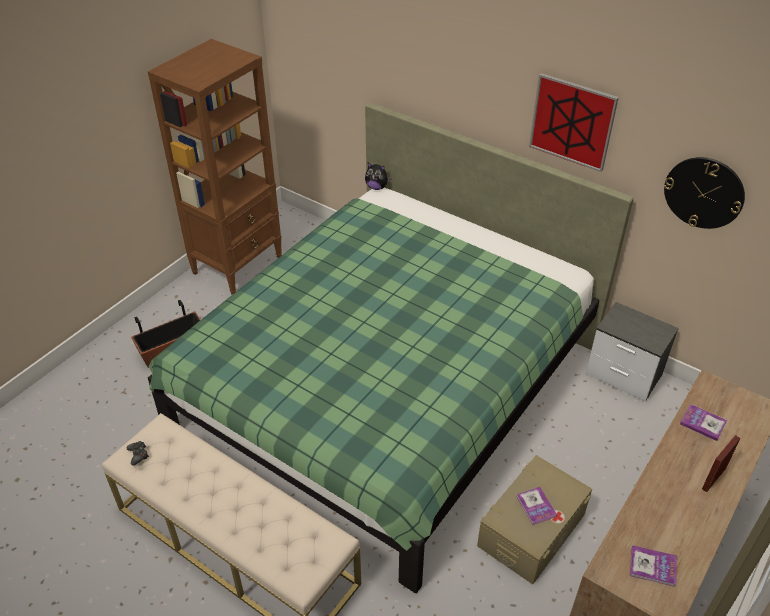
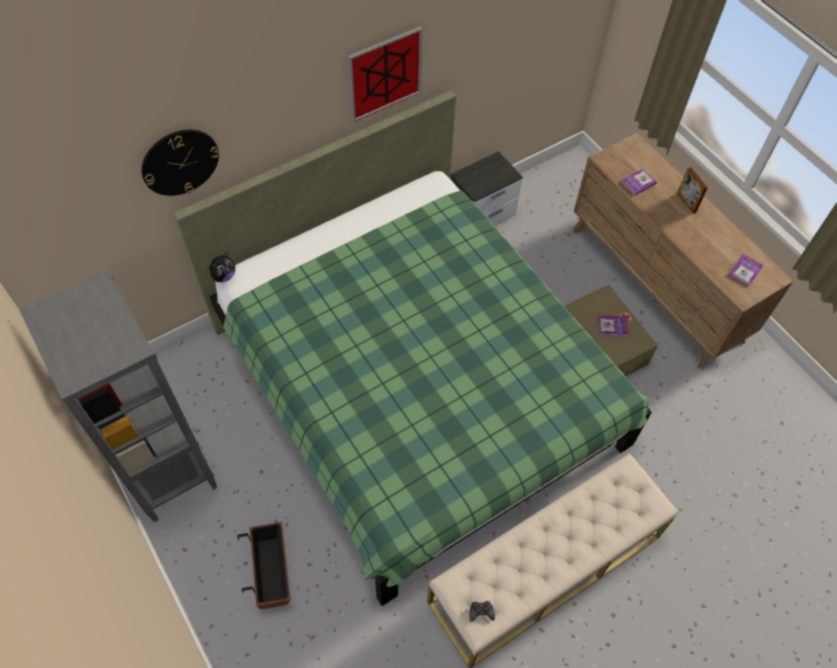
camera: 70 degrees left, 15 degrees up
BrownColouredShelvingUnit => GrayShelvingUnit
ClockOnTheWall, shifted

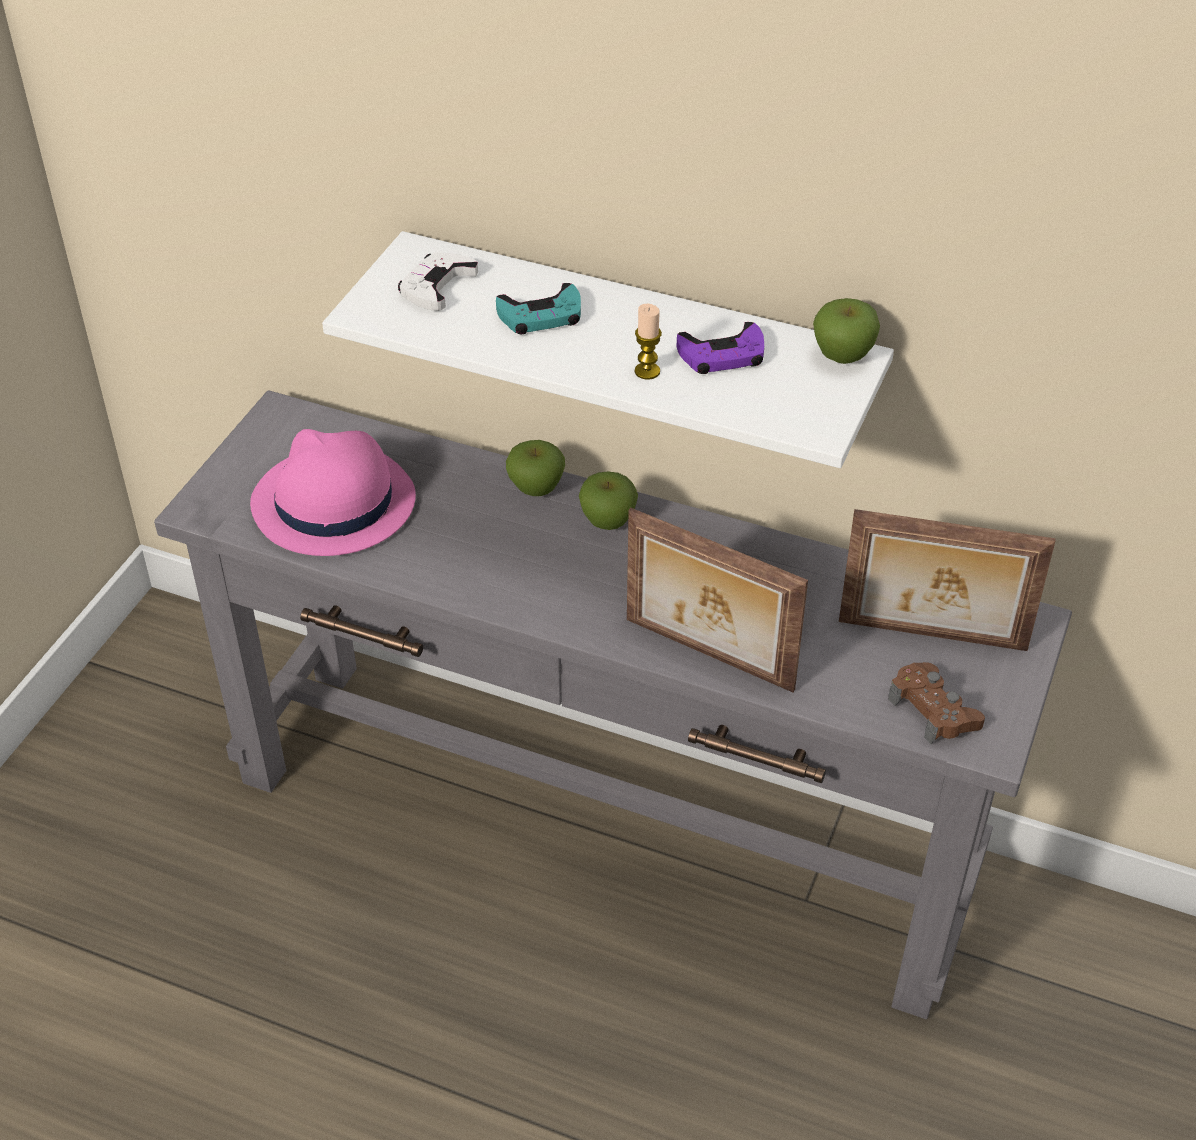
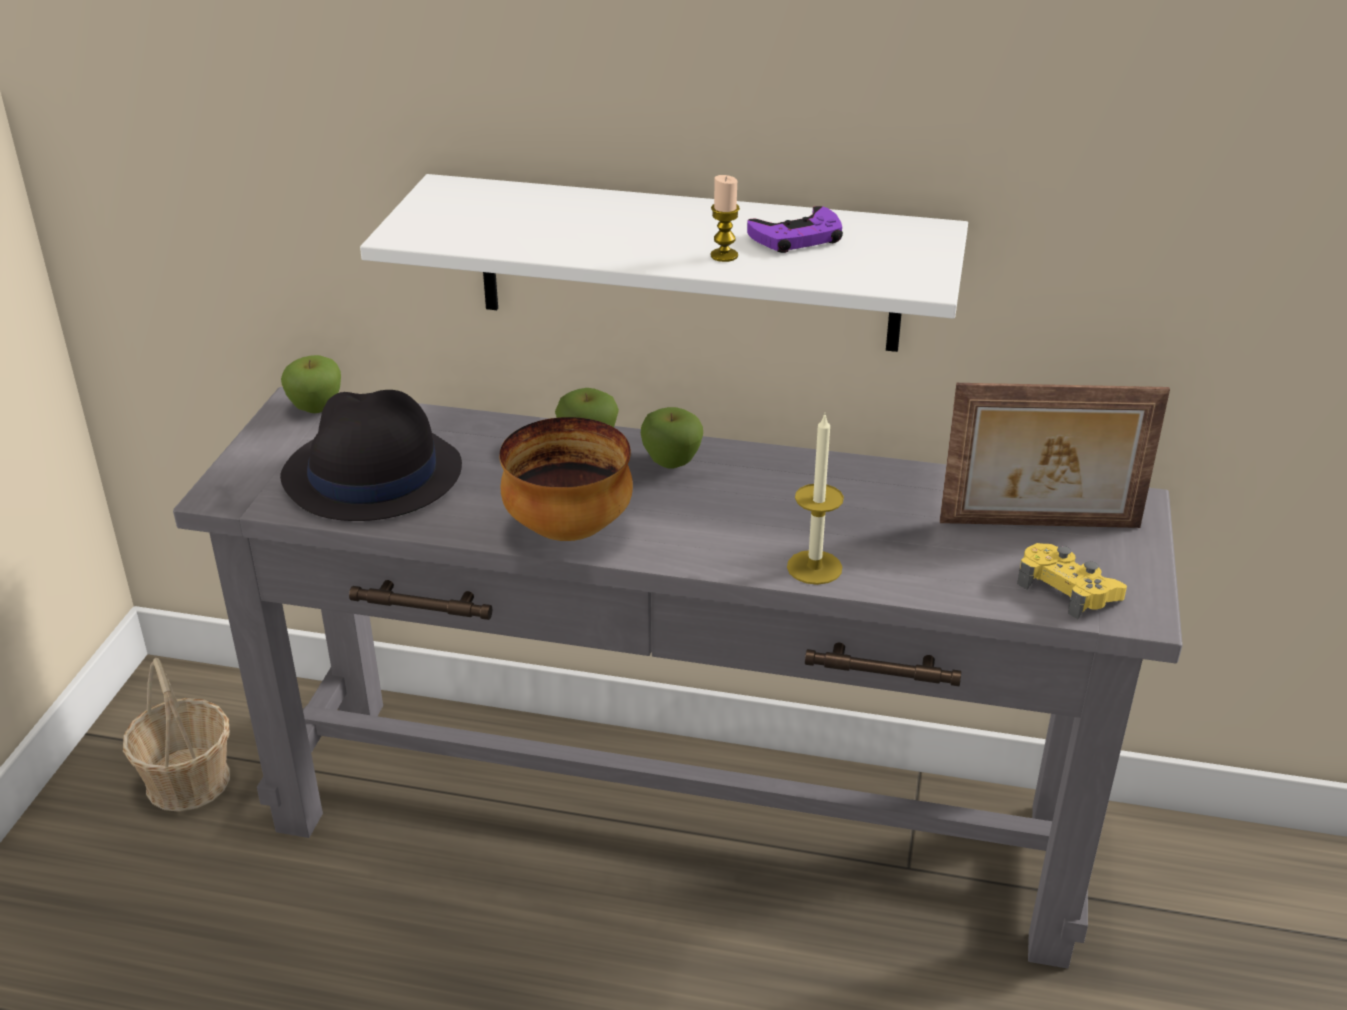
camera: 10 degrees left, 10 degrees down
PinkColouredHat => BlackColouredHat
WhitishJoypad => nothing
BlueGreenJoypad => nothing
PhotoFrame (no. 1 from left) => Candle (no. 2 from left)
WholeApple (no. 3 from left in the first image) => WholeApple (no. 1 from left), shifted
BrownColouredJoypad => YellowColouredJoypad
nothing => StorageBasket
nothing => DeepDish

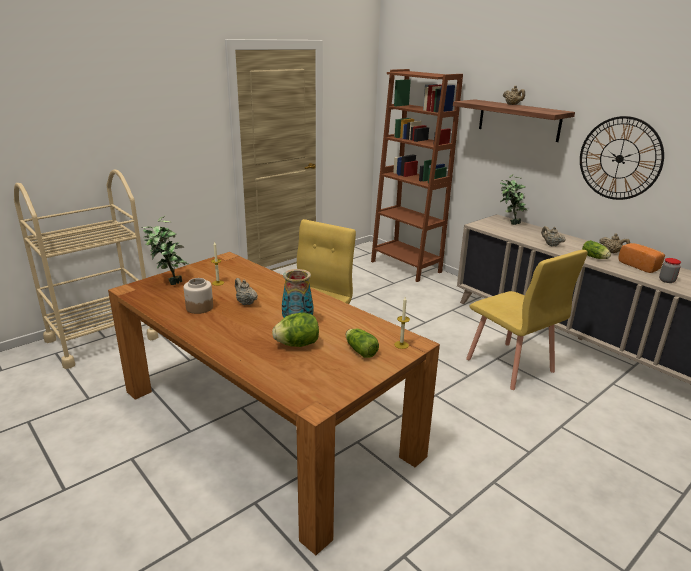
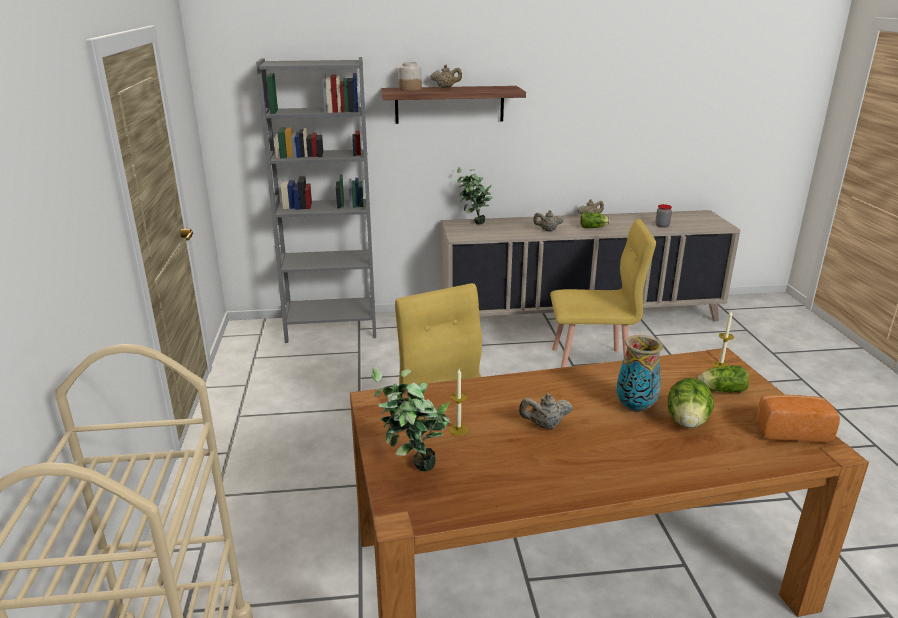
camera: 55 degrees left, 0 degrees up
Jar (no. 1 from left), shifted
BrownColouredShelvingUnit => GrayShelvingUnit
ClockOnTheWall => nothing
BakedBread, shifted

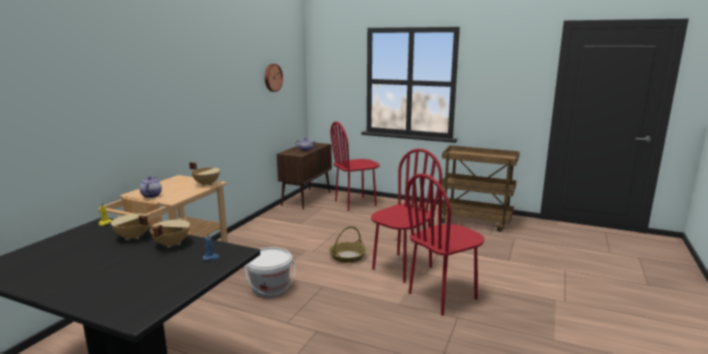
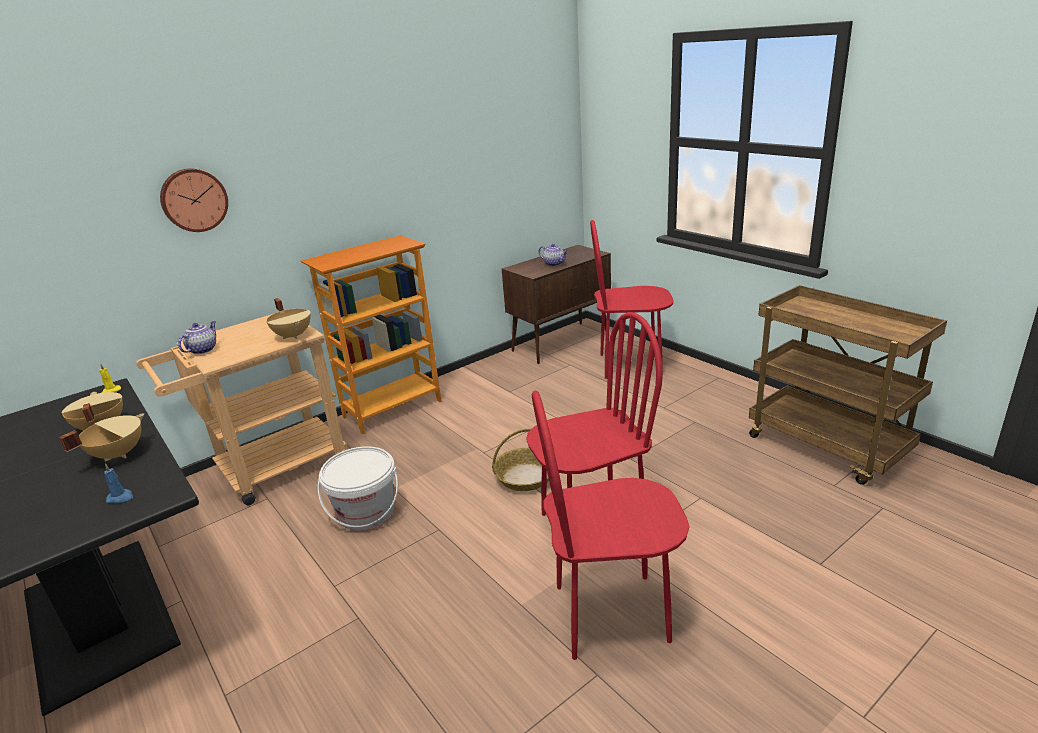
camera: 30 degrees right, 10 degrees up
ClockOnTheWall, shifted
nothing => ShelvingUnit

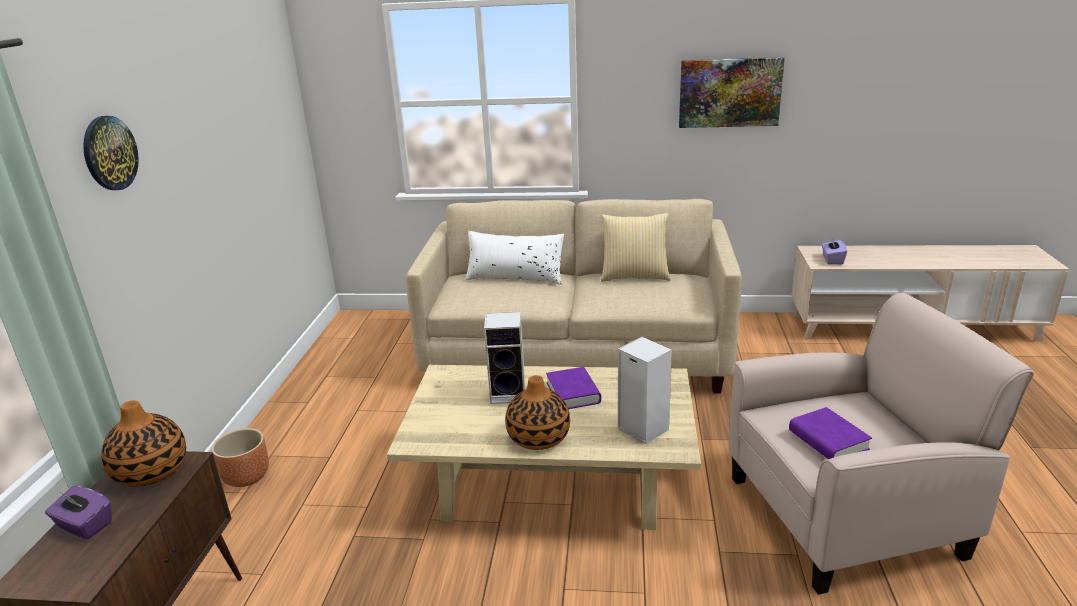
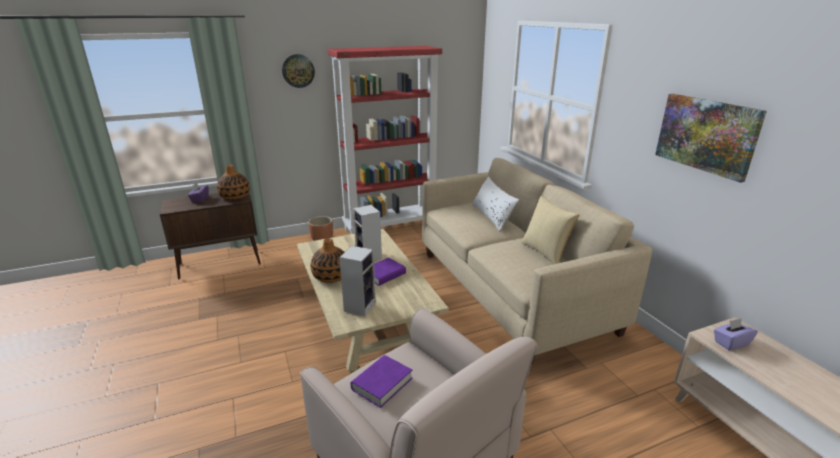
camera: 60 degrees right, 0 degrees up
nothing => RedShelvingUnit

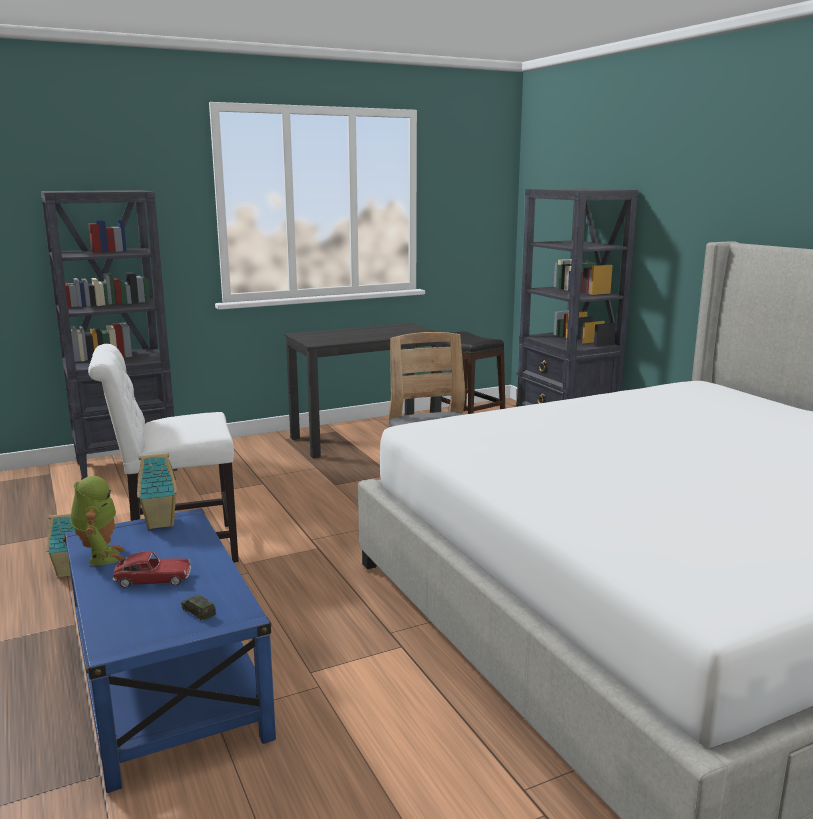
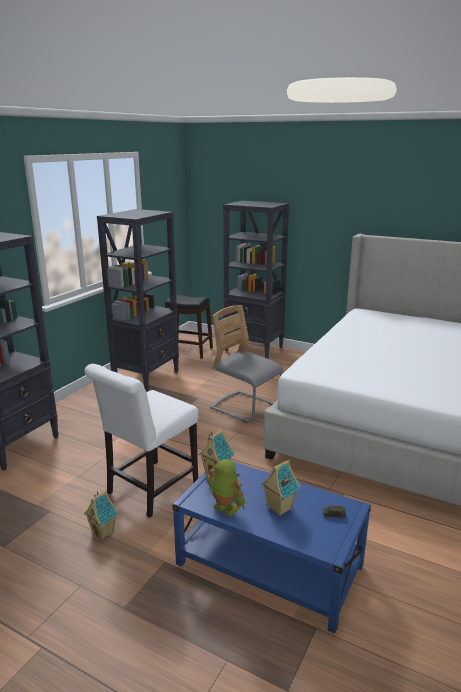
camera: 35 degrees left, 5 degrees up
MiniatureCar (no. 1 from left) => MiniatureHouse (no. 3 from left)
BlackColouredDeskUnit => BlackColouredShelvingUnit (no. 2 from left)

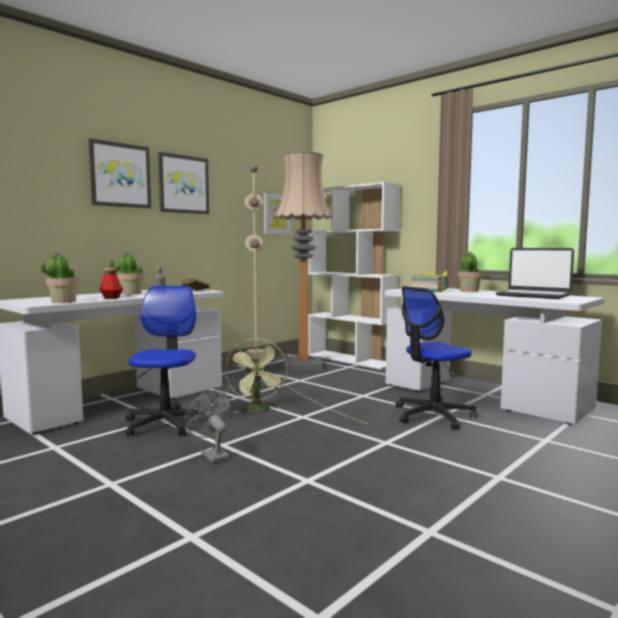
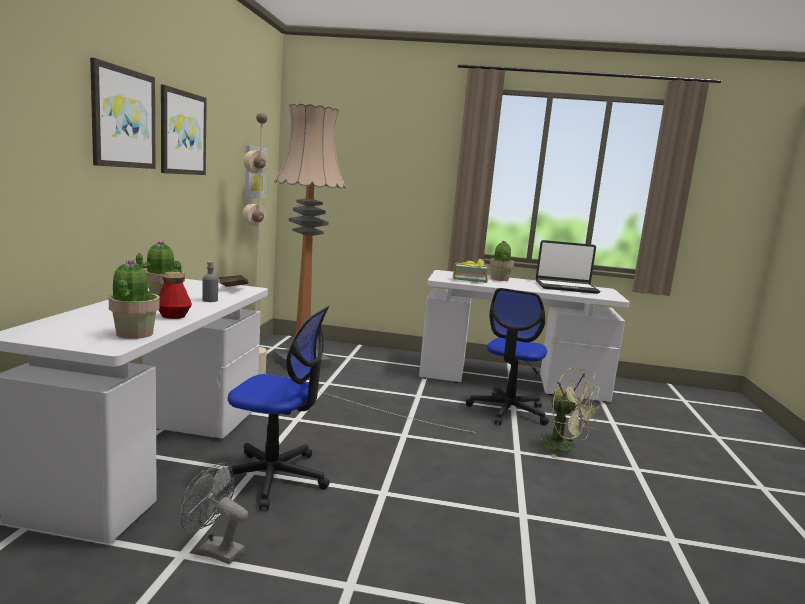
camera: 35 degrees left, 5 degrees up
OfficeChair (no. 1 from left), 135 degrees clockwise
GrayCoolingFan, shifted
GreenCoolingFan, shifted
WhitishShelvingUnit => nothing

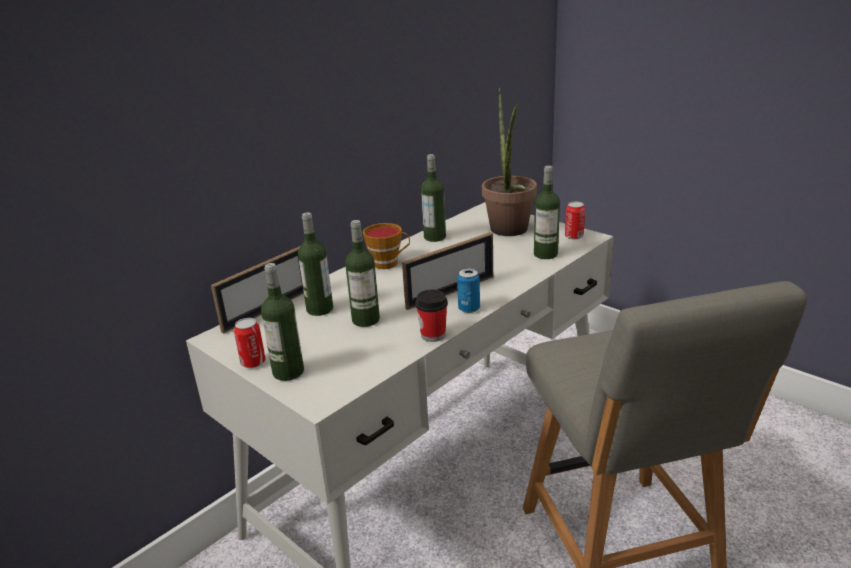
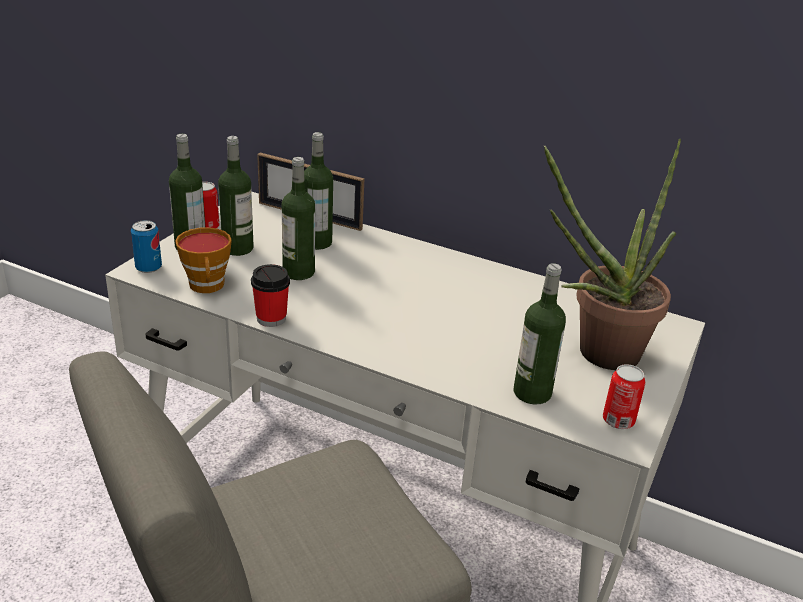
camera: 70 degrees right, 5 degrees up
DrinkingCup (no. 1 from left), shifted
PhotoFrame (no. 2 from left) => nothing
DrinkBottle (no. 4 from left in the first image) => DrinkBottle (no. 2 from left), shifted
Can (no. 2 from left in the first image) => Can (no. 1 from left), shifted

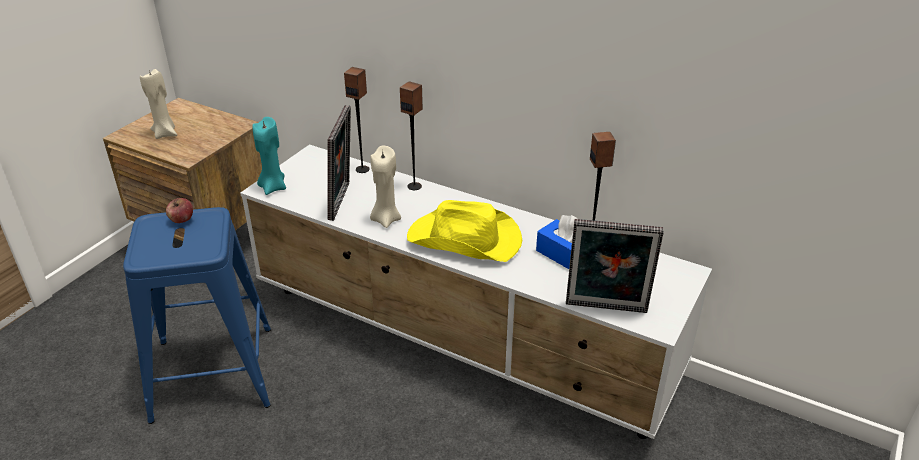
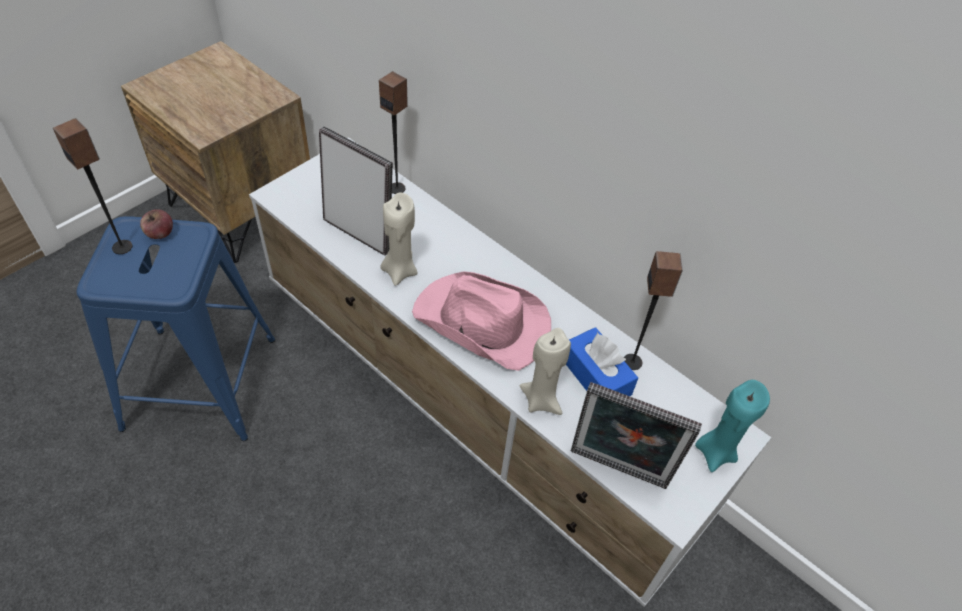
camera: 10 degrees right, 15 degrees up
BeigeColouredCandle (no. 1 from left in the first image) => BeigeColouredCandle (no. 2 from left), shifted
BlueGreenCandle, shifted
PhotoFrame (no. 1 from left), 75 degrees counterclockwise
AudioSpeaker (no. 2 from left in the first image) => AudioSpeaker (no. 1 from left), shifted
YellowColouredHat => PinkColouredHat

